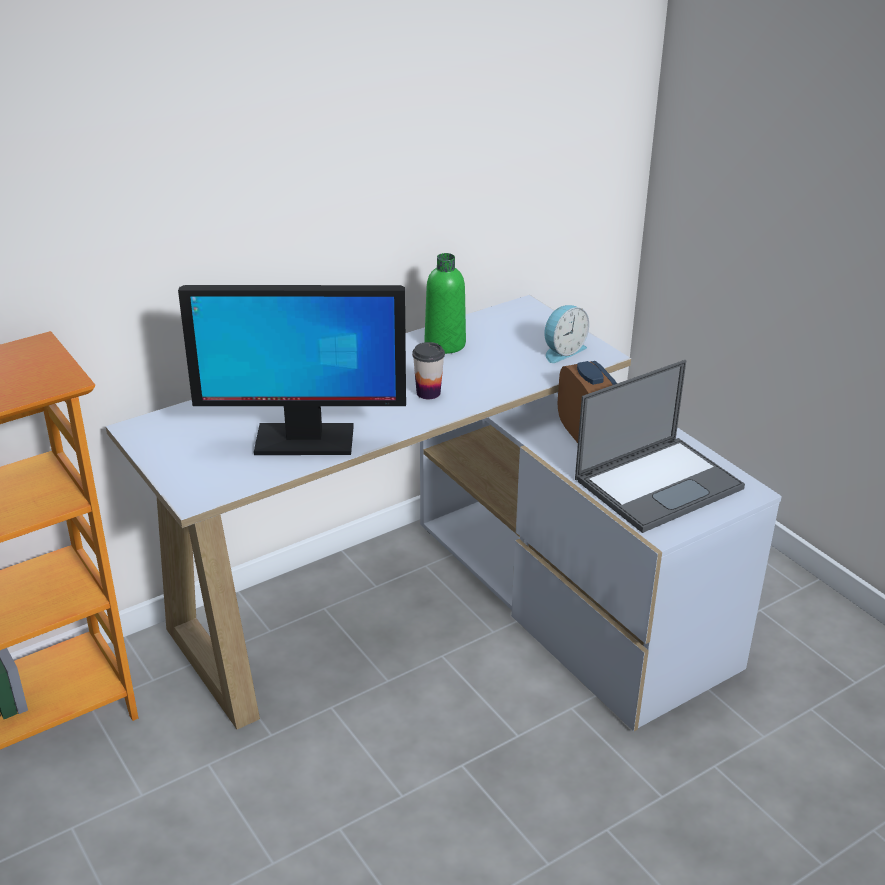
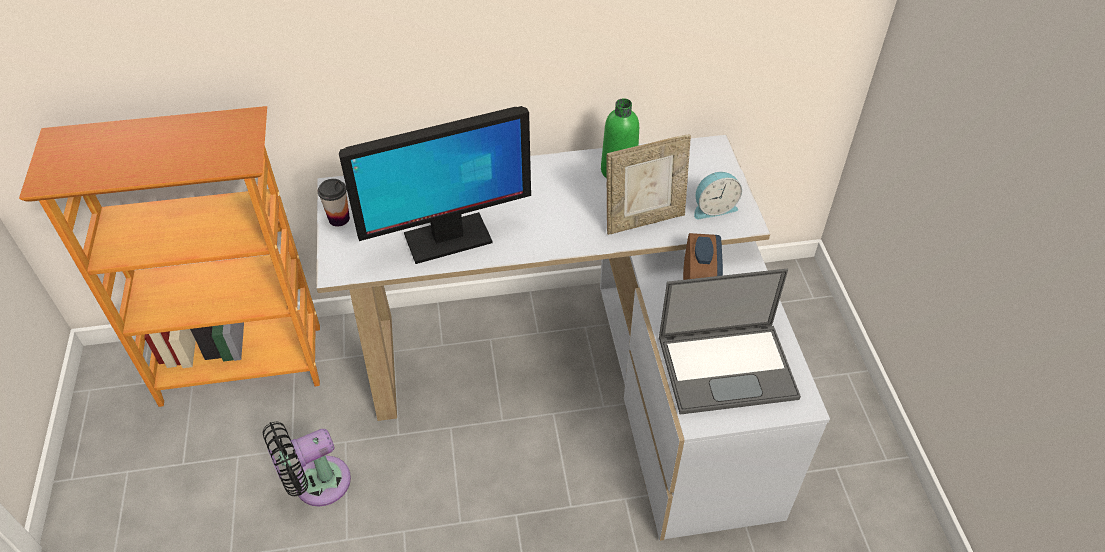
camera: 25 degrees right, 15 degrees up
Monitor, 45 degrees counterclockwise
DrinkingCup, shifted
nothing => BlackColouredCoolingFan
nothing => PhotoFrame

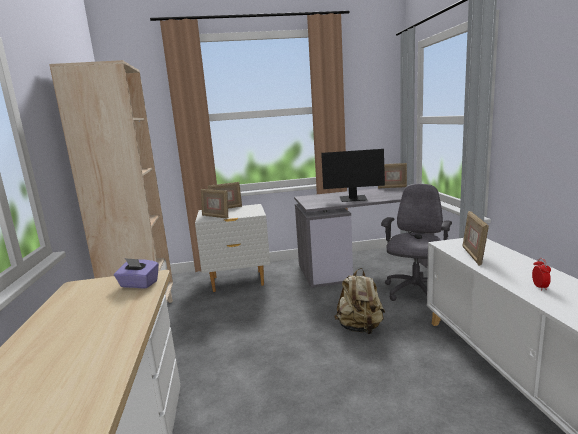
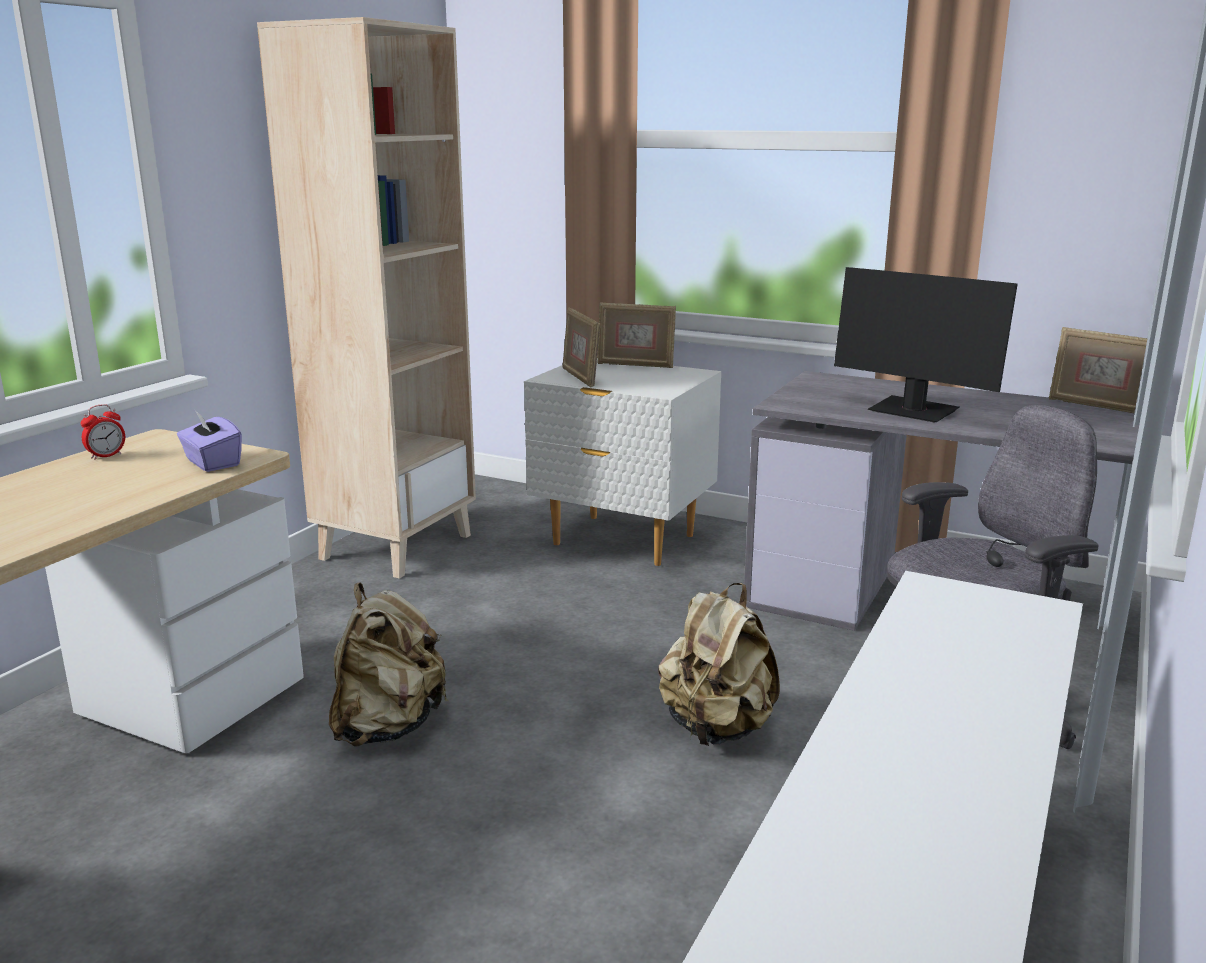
camera: 35 degrees right, 5 degrees up
PhotoFrame (no. 4 from left) => nothing
TableClock, shifted
nothing => BeigeColouredKnapsack (no. 1 from left)

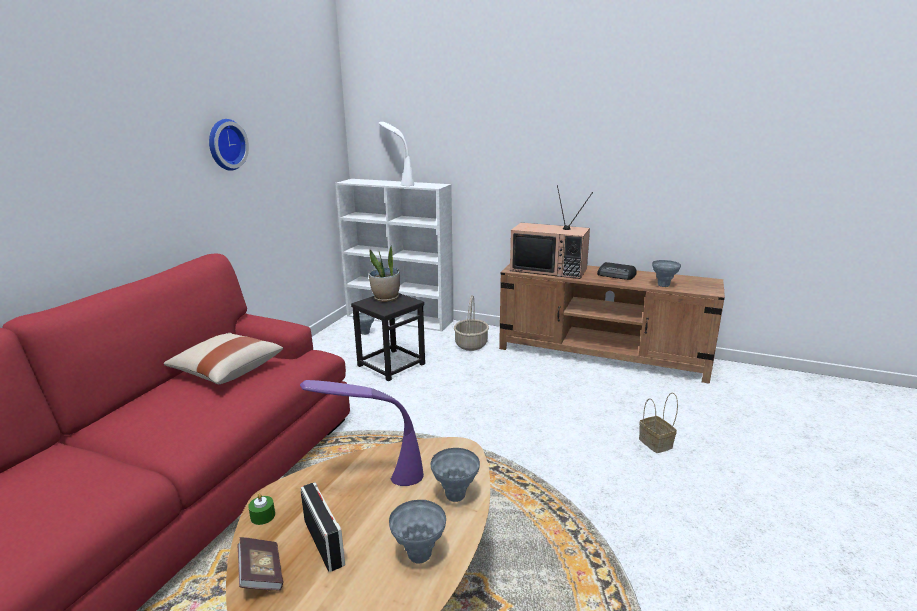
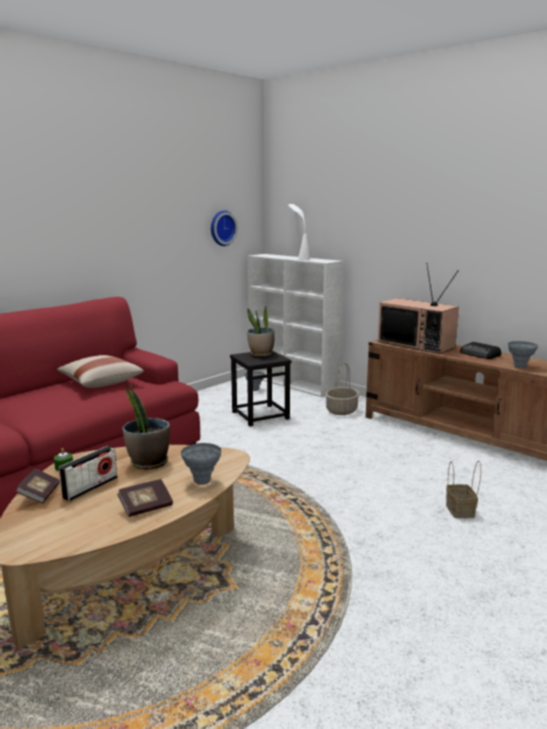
camera: 20 degrees right, 5 degrees down
ClockOnTheWall, shifted
PurpleColouredTabletopLamp => PlantInAPot (no. 1 from left)
RadioReceiver (no. 1 from left), 45 degrees clockwise
GrayFlowerVase (no. 2 from left) => Volume (no. 2 from left)

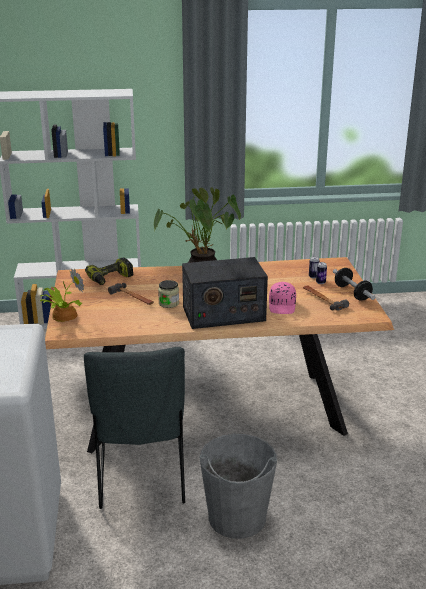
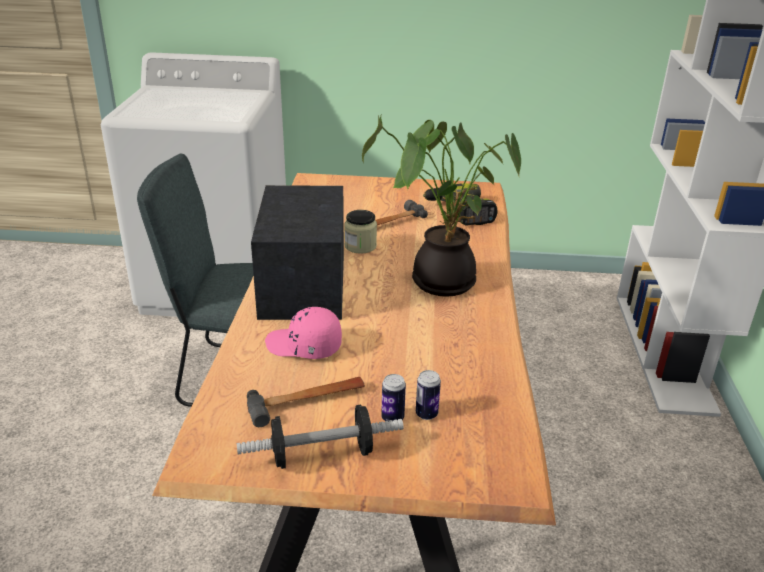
camera: 100 degrees right, 5 degrees up
PlantInAPot (no. 1 from left) => nothing
GrayPail => nothing

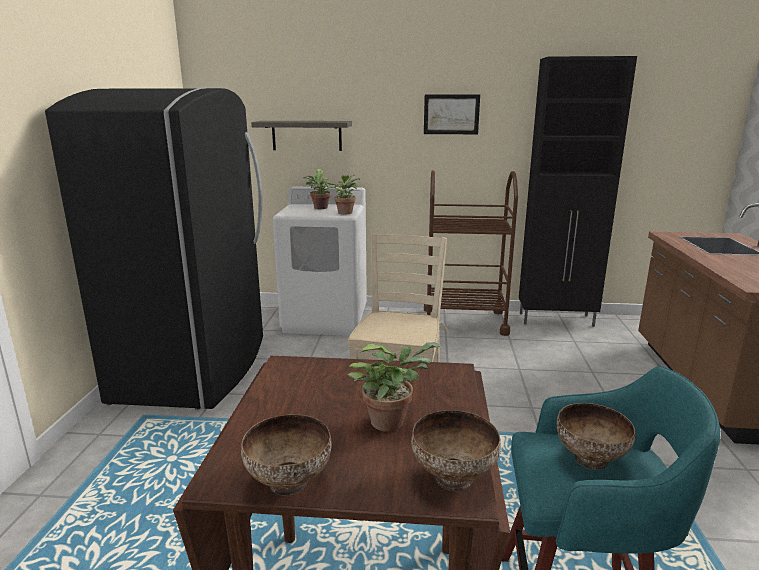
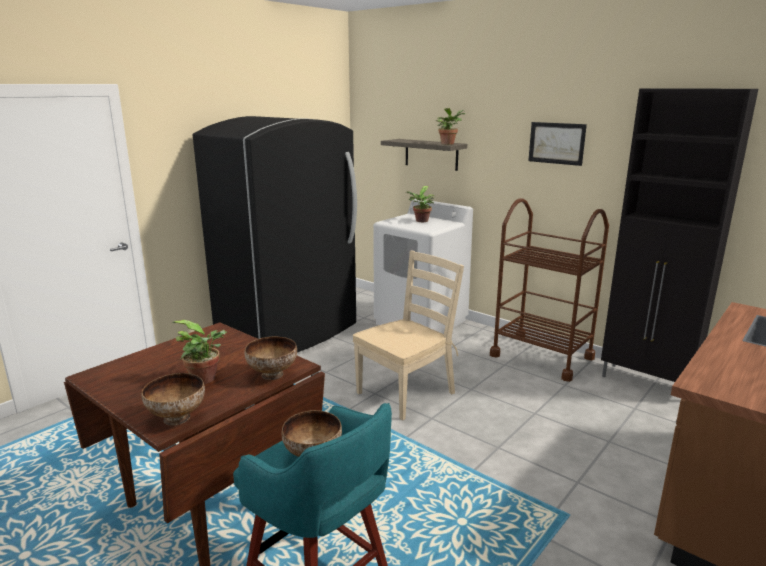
camera: 35 degrees right, 0 degrees up
DeepDish (no. 1 from left in the first image) => DeepDish (no. 2 from left), shifted
PlantInAPot (no. 2 from left in the first image) => PlantInAPot (no. 3 from left), shifted

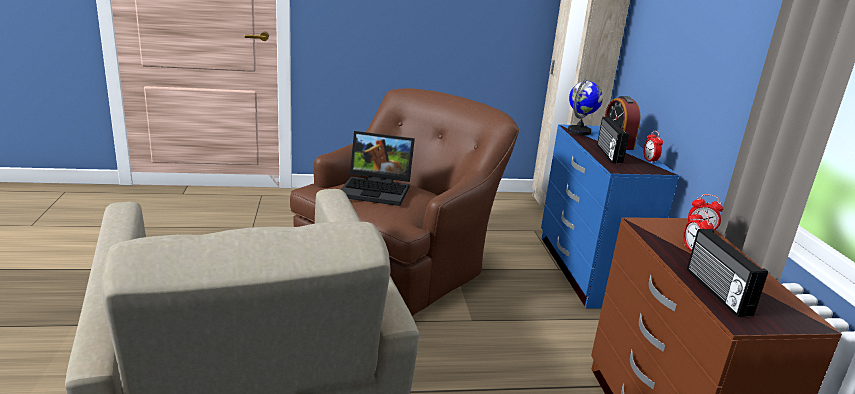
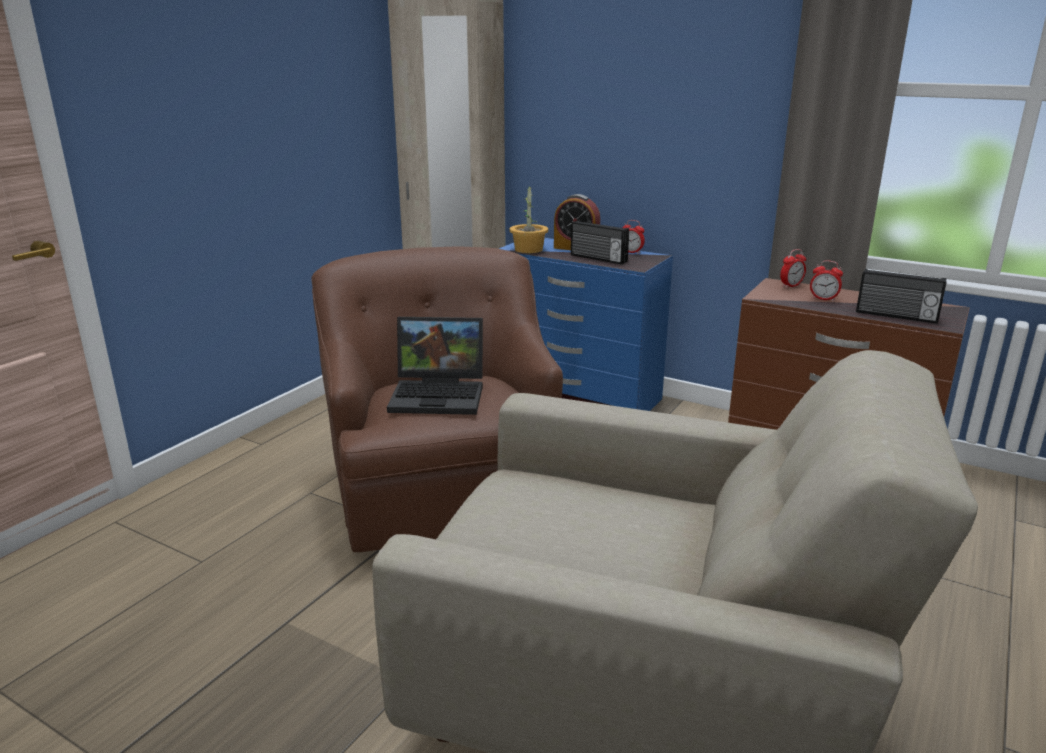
camera: 50 degrees left, 0 degrees up
PortableComputer, 45 degrees clockwise
Globe => PlantInAPot

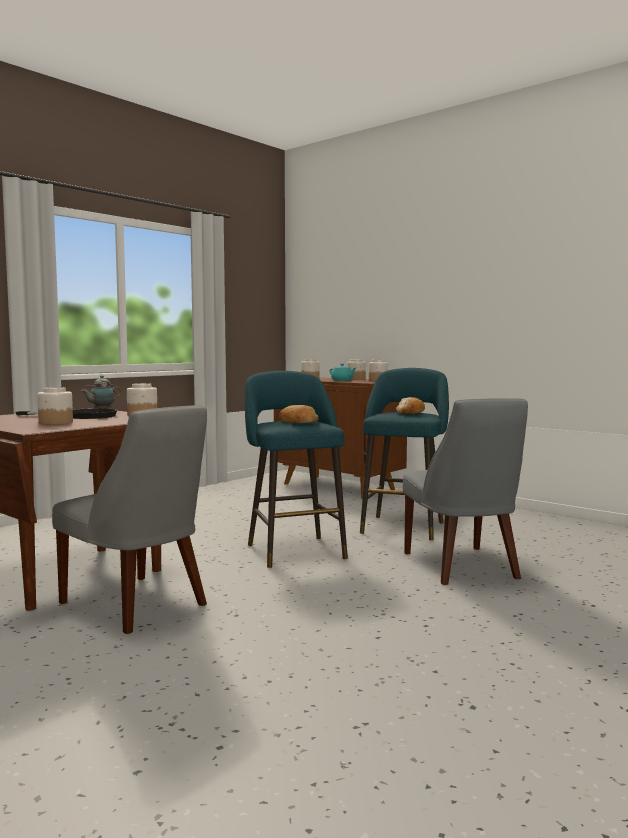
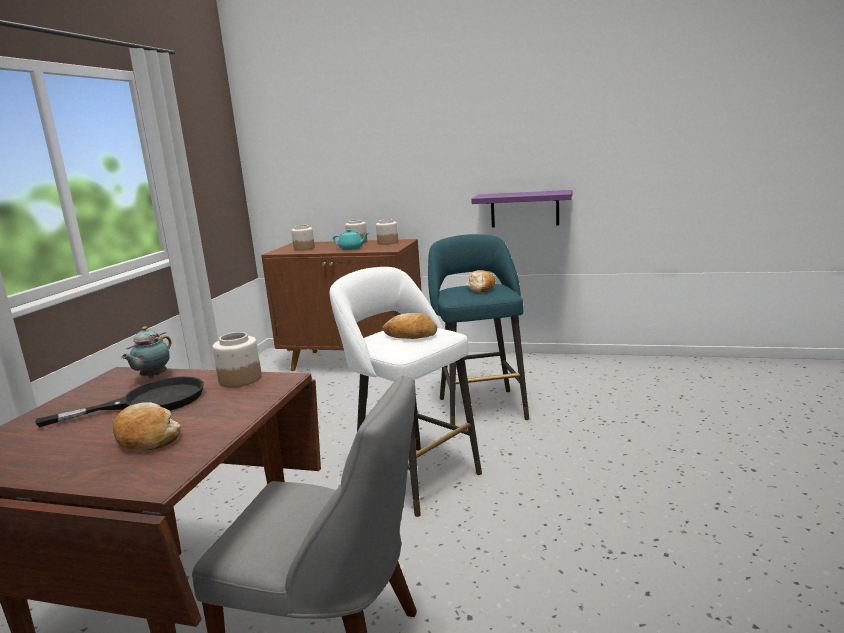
camera: 25 degrees left, 10 degrees up
Jar (no. 1 from left) => BakedBread (no. 1 from left)
BlueGreenSittingStool (no. 1 from left) => WhitishSittingStool
GrayPlainChair (no. 2 from left) => nothing
nothing => PurpleColouredShelf

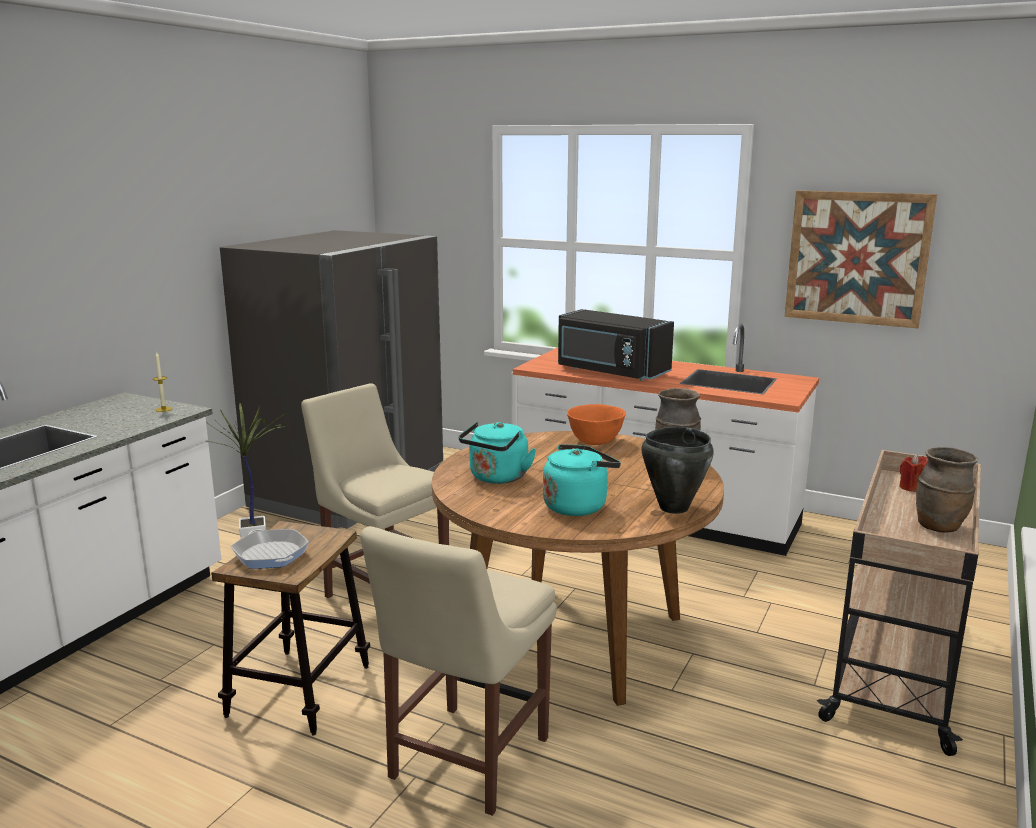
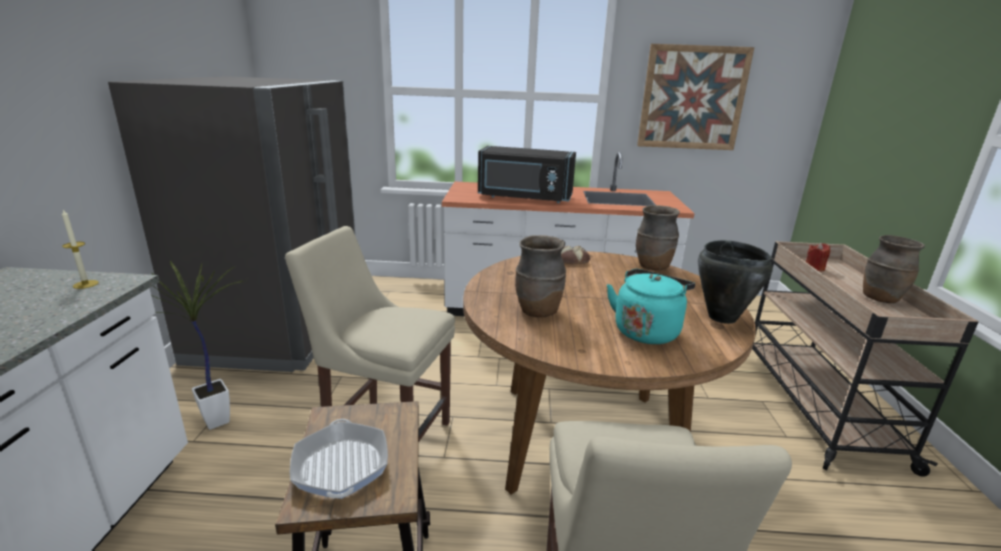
camera: 25 degrees left, 5 degrees up
Skillet, 135 degrees counterclockwise
BlueGreenKettle (no. 1 from left) => BrownColouredFlowerVase (no. 1 from left)
OrangeyDeepDish => BakedBread

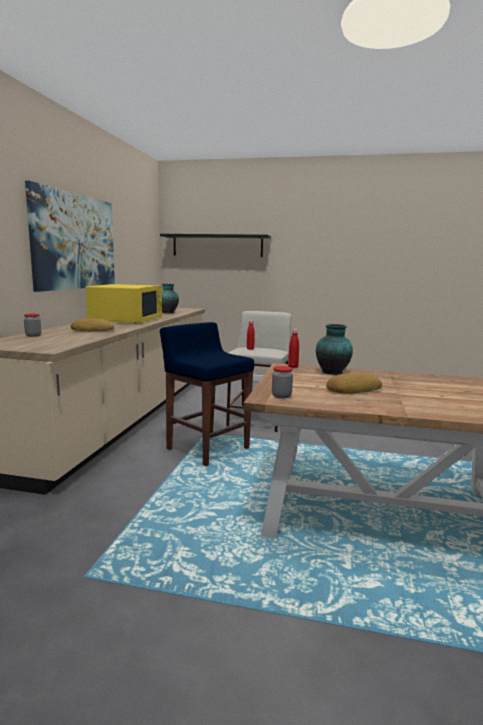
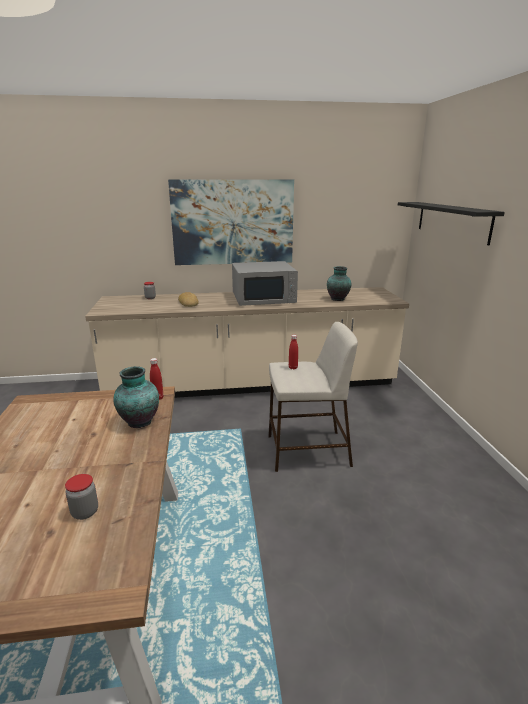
camera: 70 degrees right, 10 degrees up
YellowColouredMicrowave => GrayMicrowave
BlueSittingStool => nothing
Jar (no. 2 from left in the first image) => Jar (no. 1 from left), shifted
BakedBread (no. 2 from left) => nothing

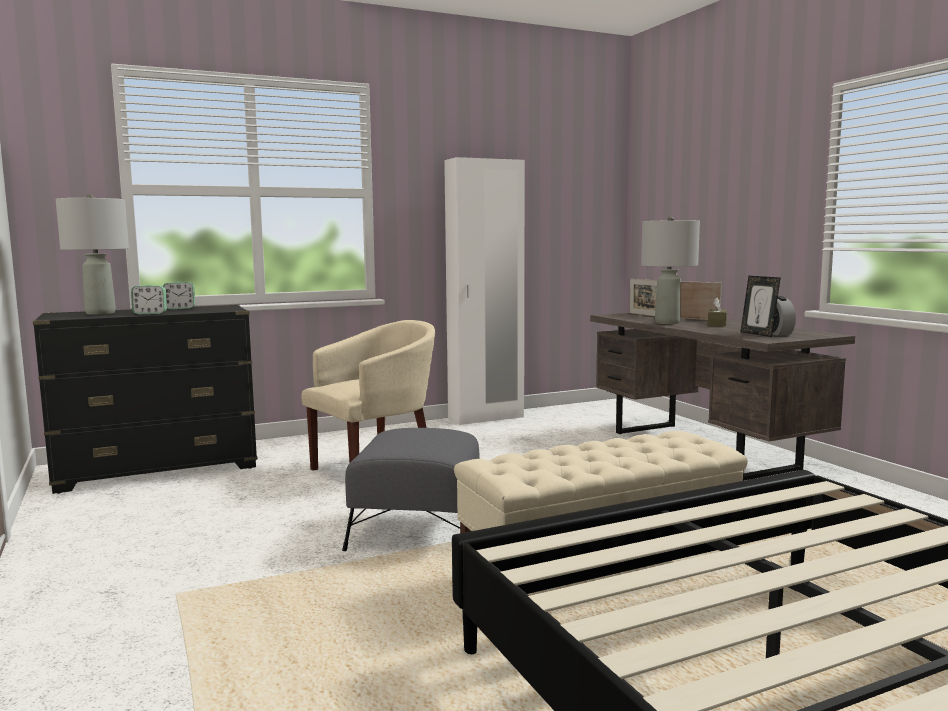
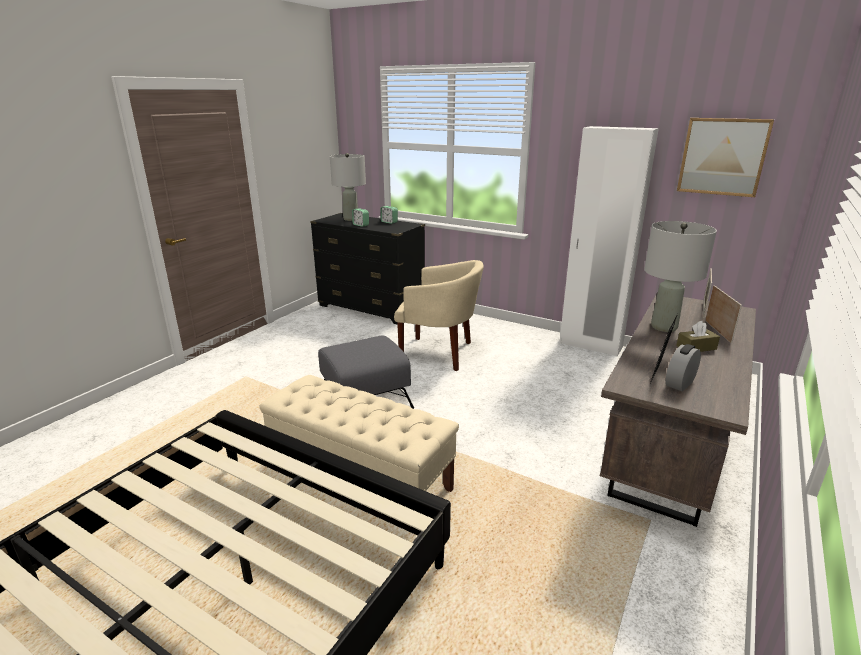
camera: 55 degrees right, 15 degrees up
nothing => WallArt

